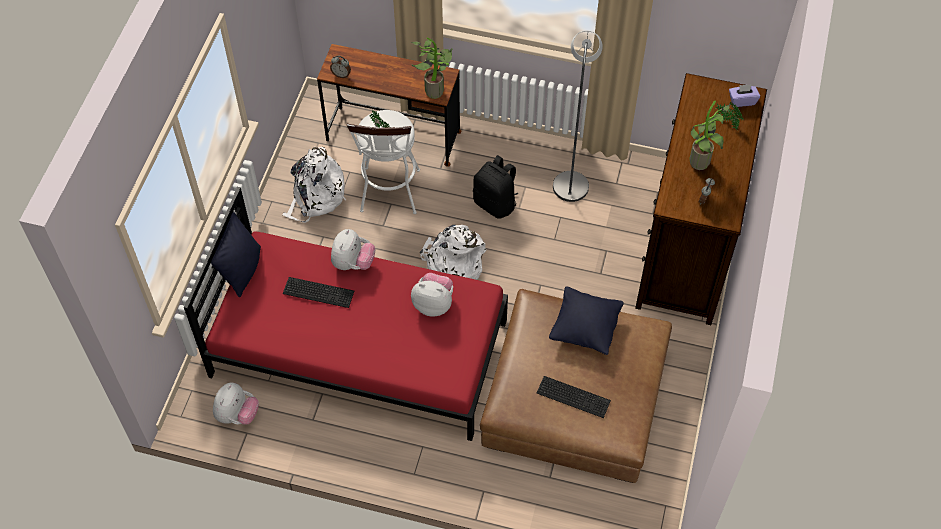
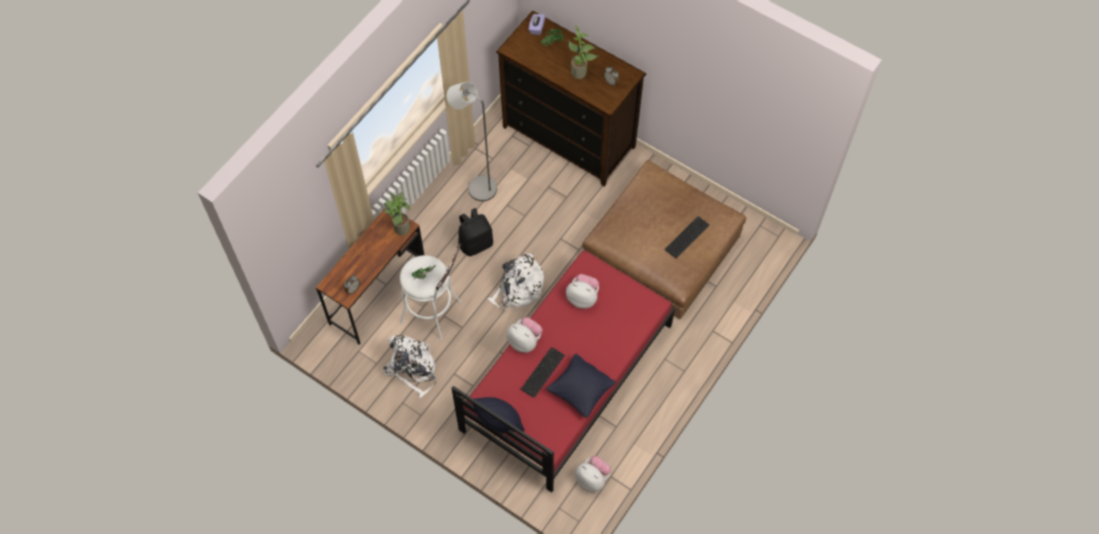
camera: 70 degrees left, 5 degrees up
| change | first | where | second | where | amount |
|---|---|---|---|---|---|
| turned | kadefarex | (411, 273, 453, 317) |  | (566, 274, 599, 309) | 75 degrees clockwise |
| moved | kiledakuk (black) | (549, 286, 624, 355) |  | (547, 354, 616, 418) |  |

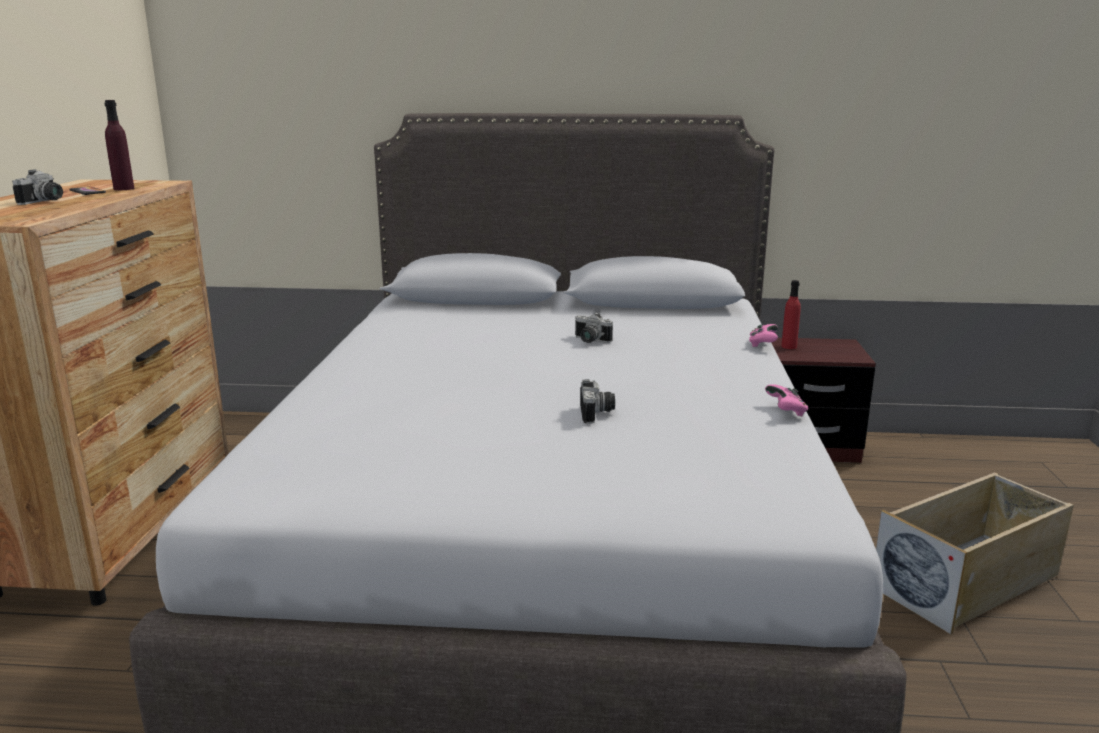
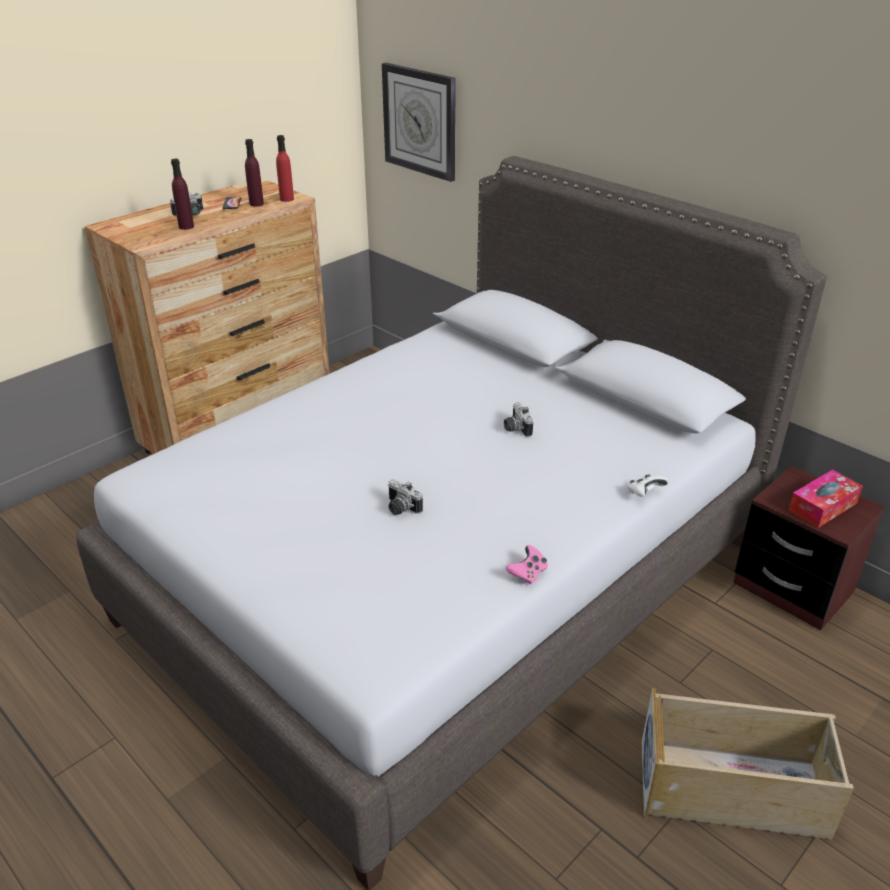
camera: 40 degrees right, 15 degrees up
| change | first | where | second | where | amount |
|---|---|---|---|---|---|
| moved | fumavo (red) | (781, 280, 801, 349) |  | (276, 135, 294, 202) |  |
| recoloured | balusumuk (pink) | (749, 324, 778, 347) | balusumuk (white) | (627, 474, 669, 497) |  |
| turned | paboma | (580, 379, 615, 424) |  | (388, 479, 423, 515) | 90 degrees clockwise |
| added |  |  | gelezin | (382, 63, 456, 182) |  |
| added |  |  | fumavo (purple) | (171, 159, 194, 230) |  |
| added |  |  | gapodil | (789, 470, 863, 528) |  |

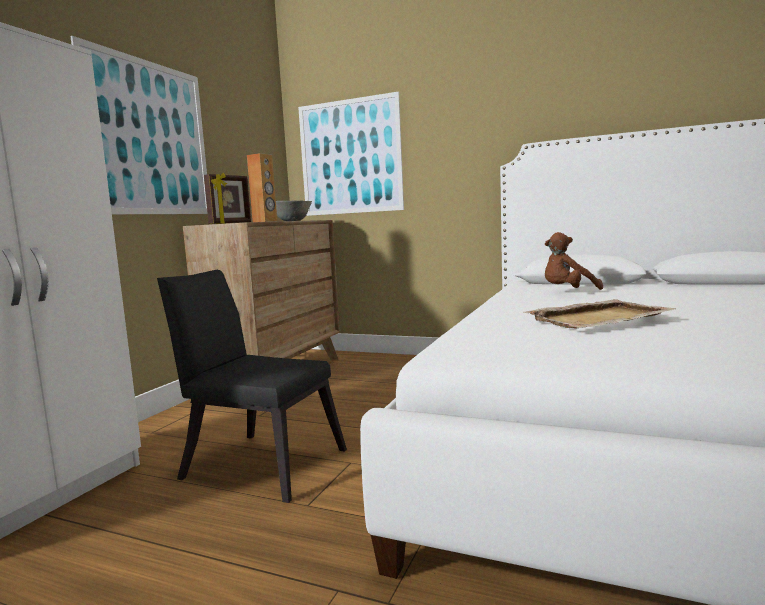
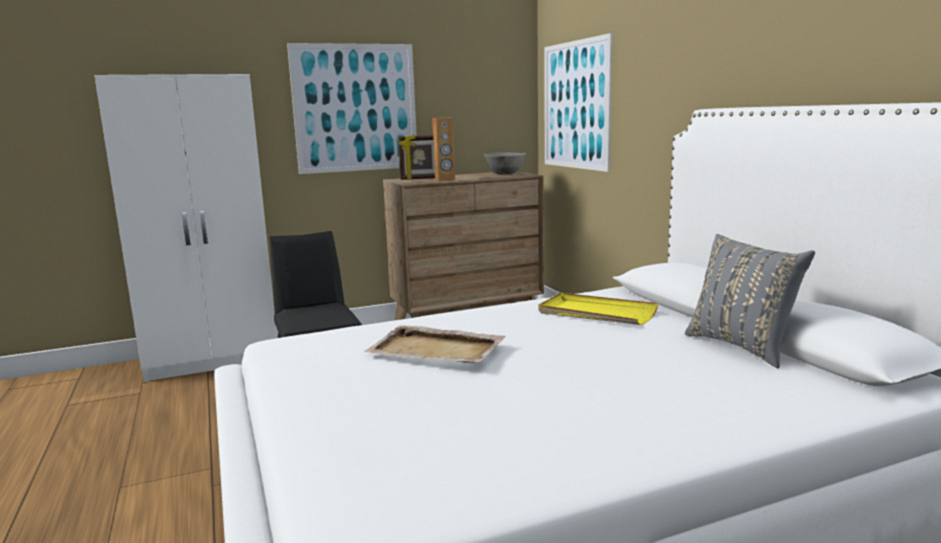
camera: 45 degrees right, 5 degrees up
| change | first | where | second | where | amount |
|---|---|---|---|---|---|
| replaced | kadefarex (brown) | (545, 232, 603, 290) | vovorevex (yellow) | (539, 293, 659, 325) |  |
| added |  |  | kiledakuk (grey) | (685, 234, 815, 368) |  |

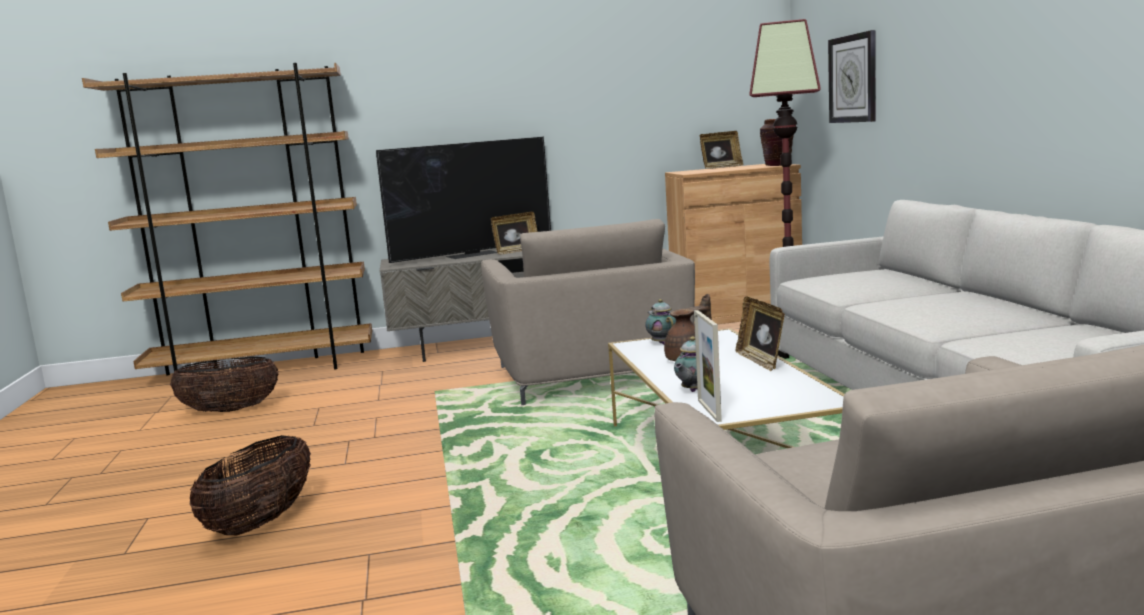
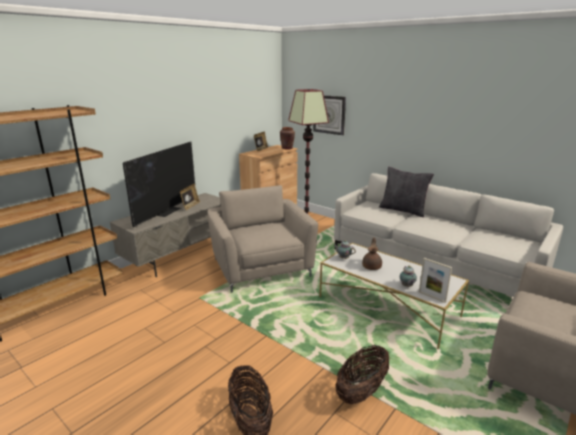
camera: 40 degrees left, 10 degrees up
| change | first | where | second | where | amount |
|---|---|---|---|---|---|
| turned | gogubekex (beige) | (481, 219, 695, 405) |  | (207, 185, 318, 293) | 150 degrees counterclockwise |
| removed | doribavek | (736, 296, 785, 371) |  |  |  |
| moved | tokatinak | (170, 356, 278, 412) |  | (335, 345, 389, 404) |  |
| added |  |  | kiledakuk (black) | (379, 167, 434, 217) |  |

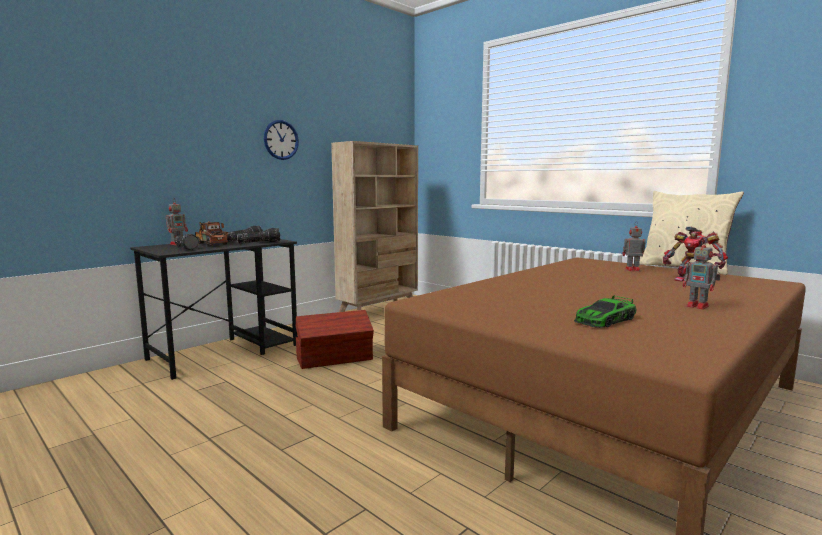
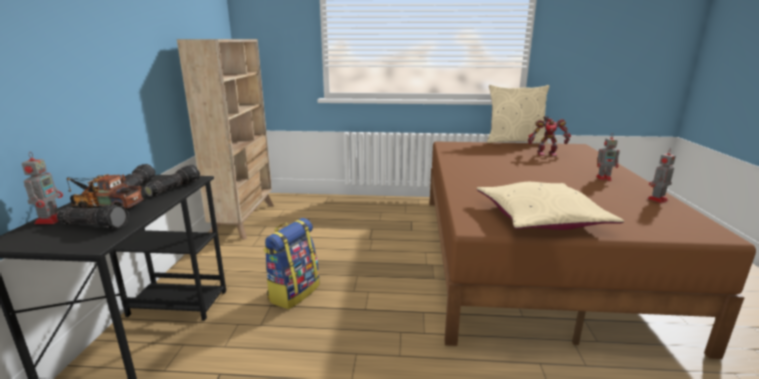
camera: 40 degrees left, 10 degrees up
| change | first | where | second | where | amount |
|---|---|---|---|---|---|
| removed | gelezin | (264, 120, 299, 160) |  |  |  |
| moved | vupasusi | (622, 222, 646, 271) |  | (647, 148, 676, 203) |  |
| removed | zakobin | (574, 295, 636, 328) |  |  |  |
| replaced | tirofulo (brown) | (295, 310, 374, 369) | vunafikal | (263, 218, 320, 309) |  |
| added |  |  | kiledakuk (beige) | (477, 182, 624, 230) |  |

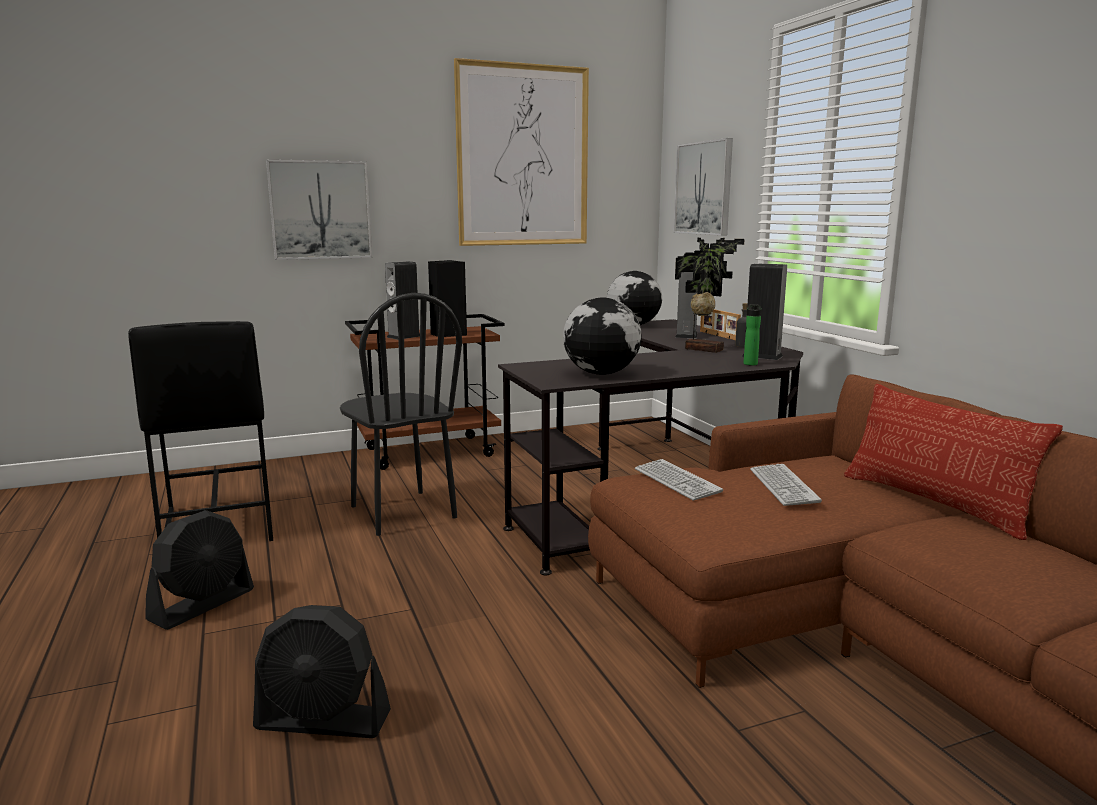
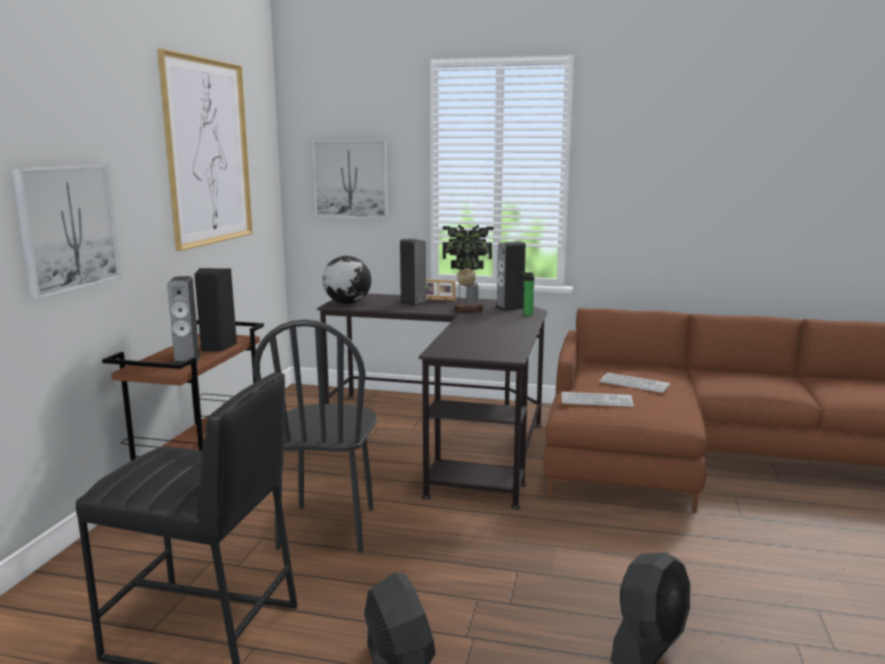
camera: 55 degrees left, 0 degrees up
| change | first | where | second | where | amount |
|---|---|---|---|---|---|
| turned | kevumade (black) | (340, 293, 462, 536) |  | (253, 320, 377, 553) | 90 degrees clockwise |
| removed | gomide | (563, 297, 642, 375) |  |  |  |
| removed | kiledakuk | (844, 384, 1063, 540) |  |  |  |

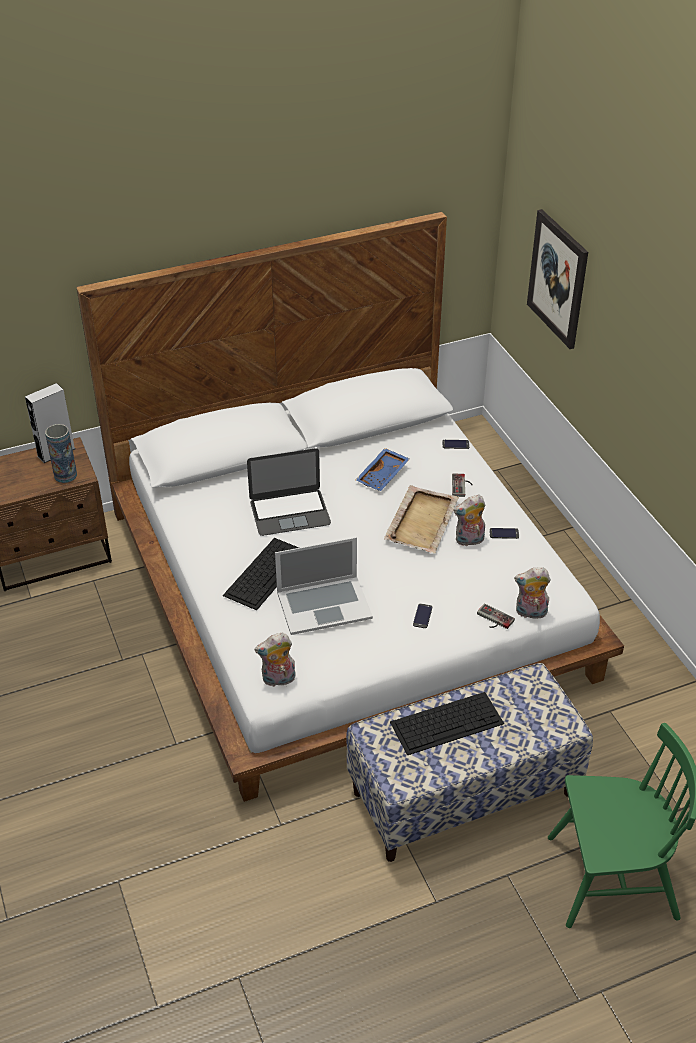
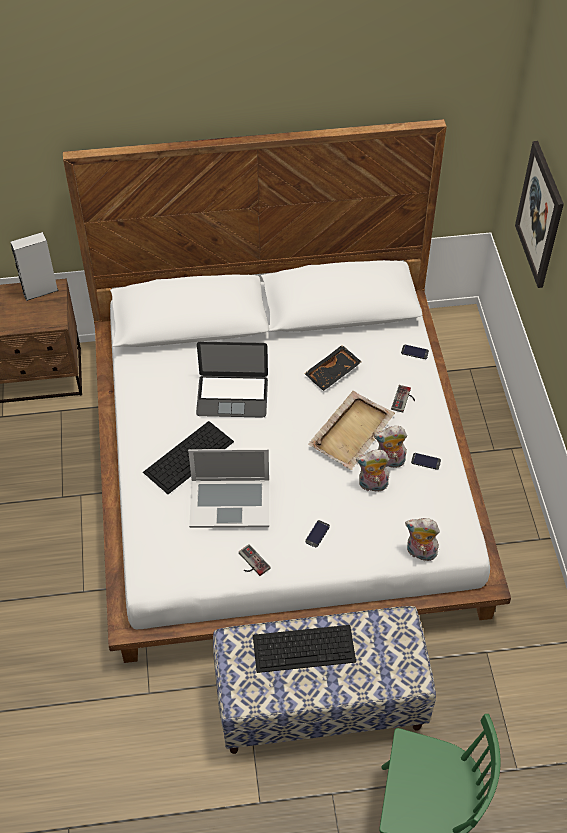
camera: 15 degrees right, 10 degrees up
| change | first | where | second | where | amount |
|---|---|---|---|---|---|
| removed | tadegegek | (45, 424, 77, 483) |  |  |  |
| recoloured | vovorevex (blue) | (356, 448, 409, 491) | vovorevex (black) | (304, 345, 361, 391) |  |
| moved | balusumuk | (477, 603, 515, 629) |  | (239, 544, 271, 576) |  |
| moved | kadefarex | (254, 633, 296, 687) |  | (356, 450, 390, 492) |  |

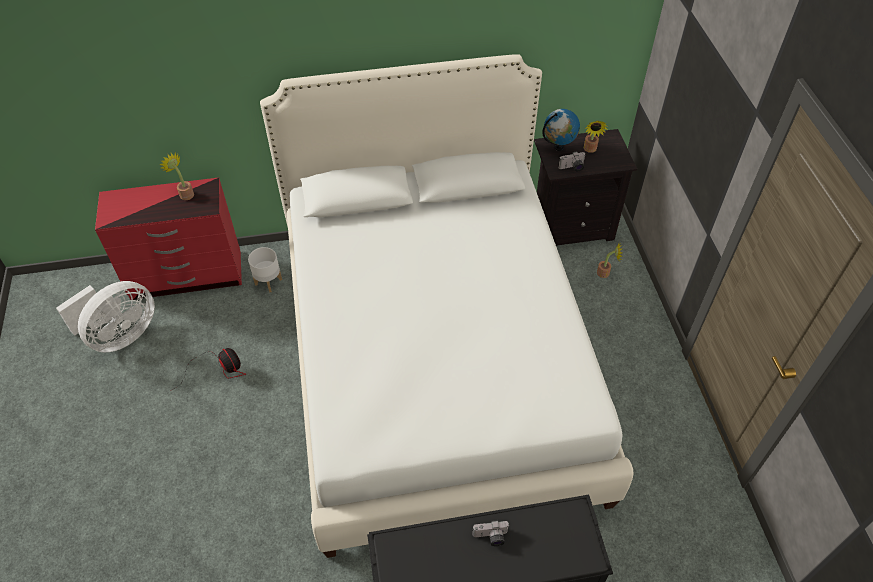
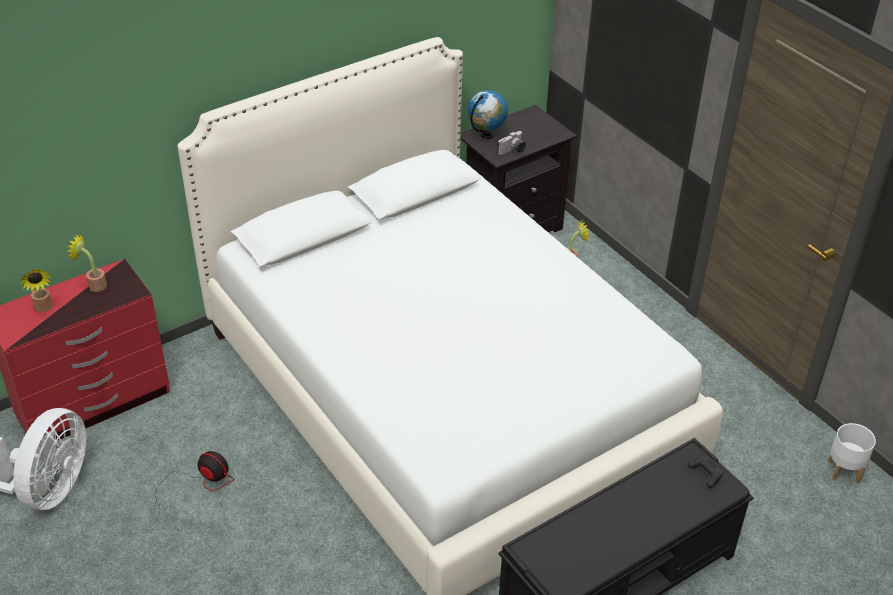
camera: 25 degrees left, 10 degrees down
| change | first | where | second | where | amount |
|---|---|---|---|---|---|
| moved | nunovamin | (584, 121, 608, 153) |  | (20, 269, 53, 312) |  |
| moved | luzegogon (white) | (248, 247, 282, 293) |  | (828, 423, 876, 483) |  |
| removed | paboma | (472, 520, 510, 546) |  |  |  |
| added |  |  | balusumuk (black) | (688, 455, 723, 488) |  |

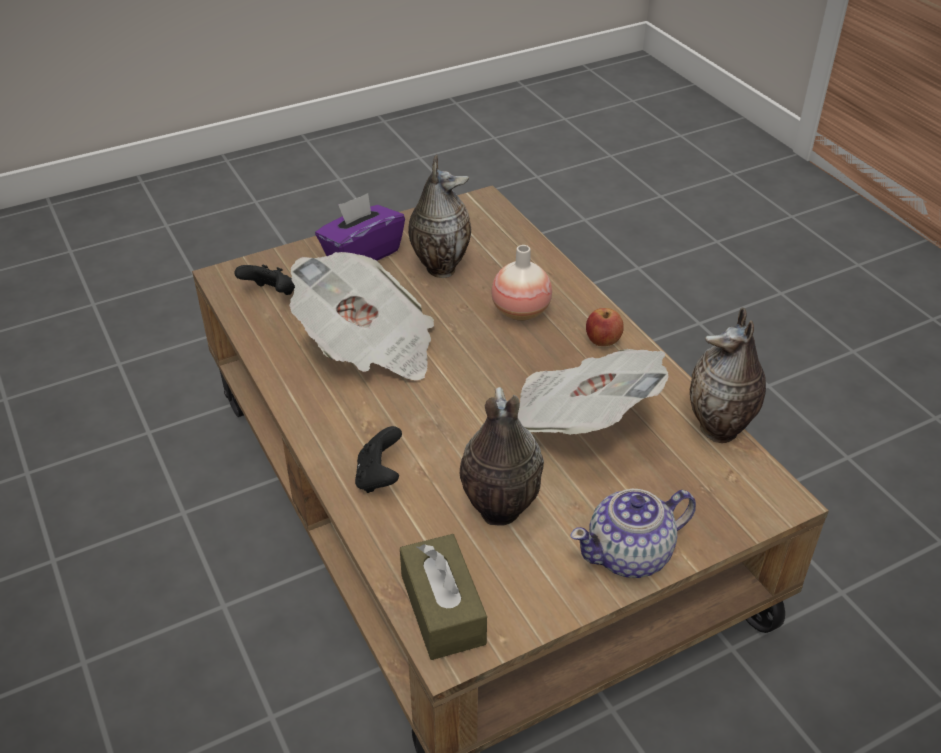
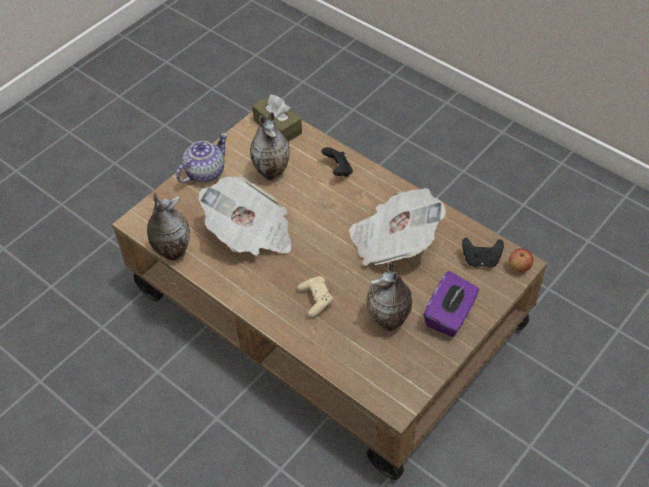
camera: 160 degrees right, 10 degrees up
| change | first | where | second | where | amount |
|---|---|---|---|---|---|
| replaced | tadegegek | (491, 245, 552, 321) | balusumuk (beige) | (297, 276, 334, 318) |  |
| moved | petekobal | (586, 308, 624, 346) |  | (508, 248, 533, 273) |  |

